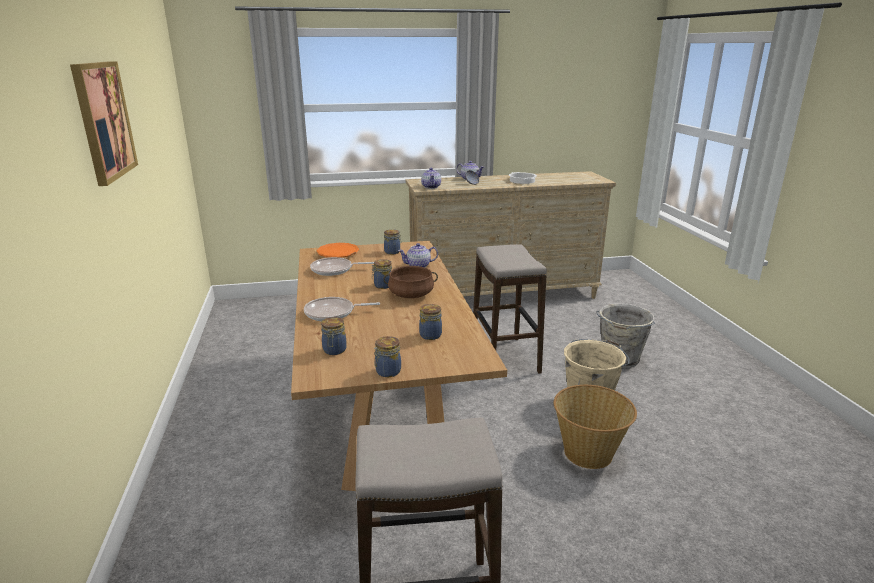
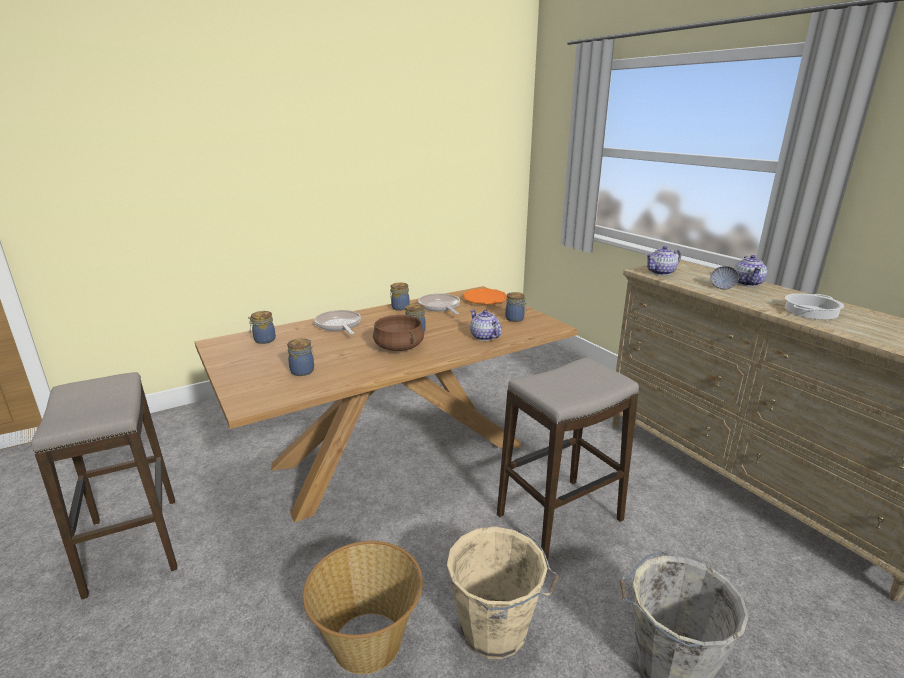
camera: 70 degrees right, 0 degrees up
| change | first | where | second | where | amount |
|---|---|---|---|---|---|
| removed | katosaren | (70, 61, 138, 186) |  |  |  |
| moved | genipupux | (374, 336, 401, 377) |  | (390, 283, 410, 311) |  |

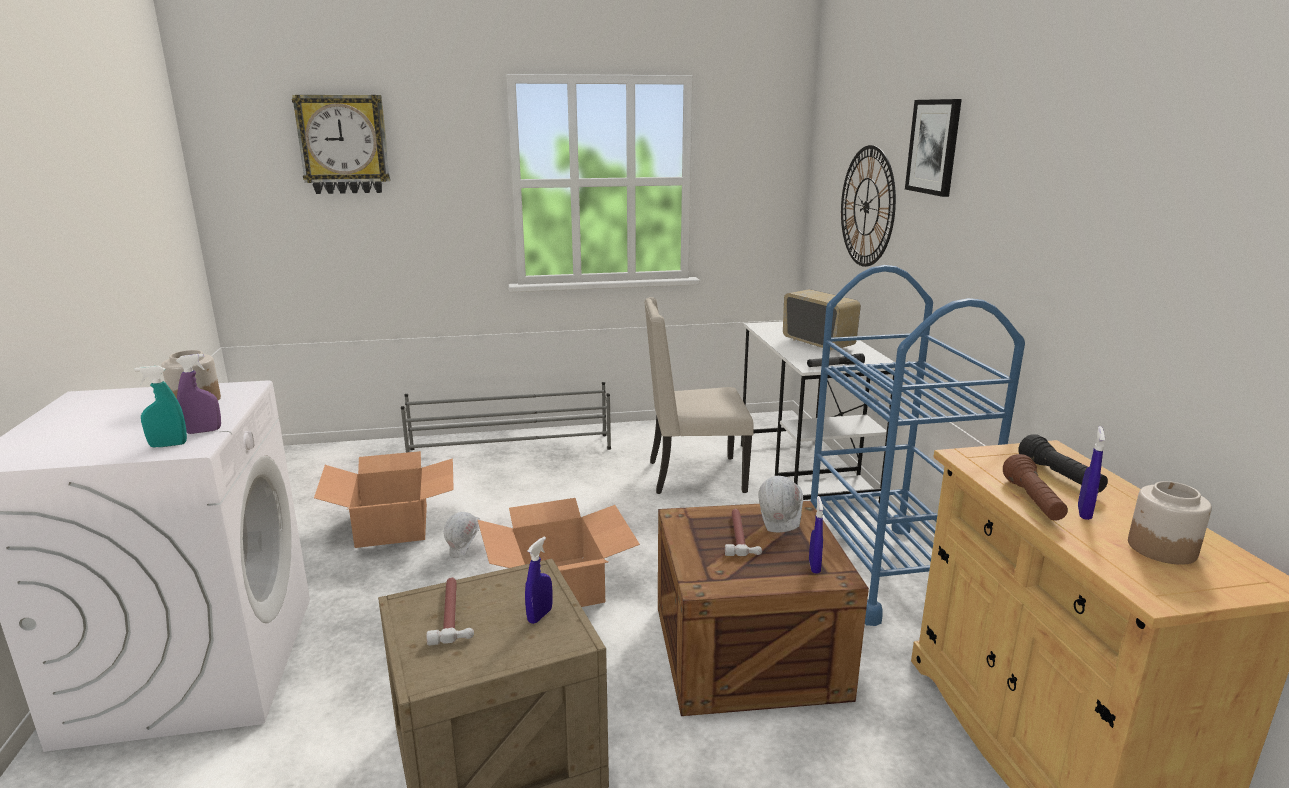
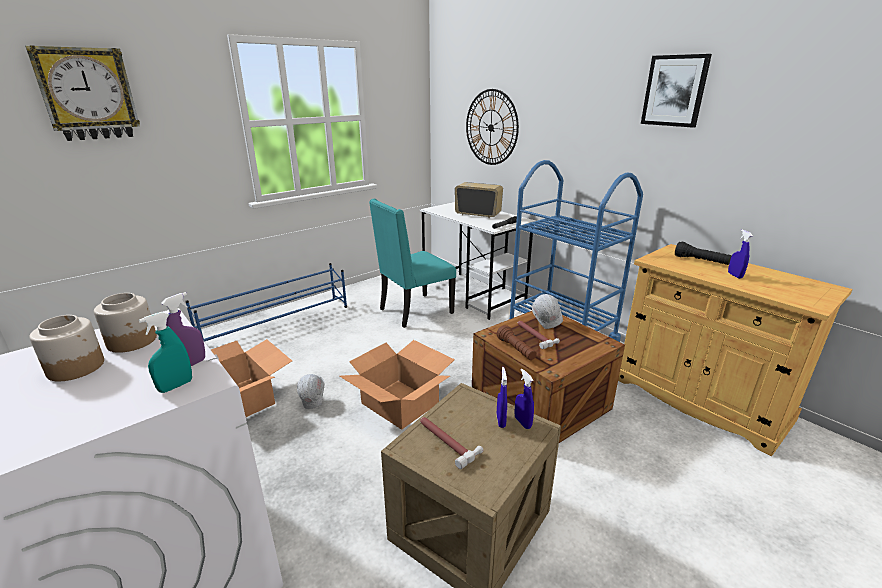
camera: 30 degrees left, 5 degrees up
| change | first | where | second | where | amount |
|---|---|---|---|---|---|
| moved | katosaren | (905, 99, 962, 197) |  | (641, 54, 712, 128) |  |
| recoloured | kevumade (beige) | (644, 297, 754, 494) | kevumade (turquoise) | (369, 199, 456, 328) |  |
| recoloured | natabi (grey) | (401, 382, 611, 453) | natabi (blue) | (185, 263, 347, 342) |  |
| moved | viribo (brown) | (1003, 454, 1068, 521) |  | (497, 325, 537, 360) |  |
| moved | genipupux | (1128, 481, 1212, 565) |  | (29, 315, 104, 381) |  |
| moved | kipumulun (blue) | (809, 496, 823, 573) |  | (514, 369, 534, 429) |  |

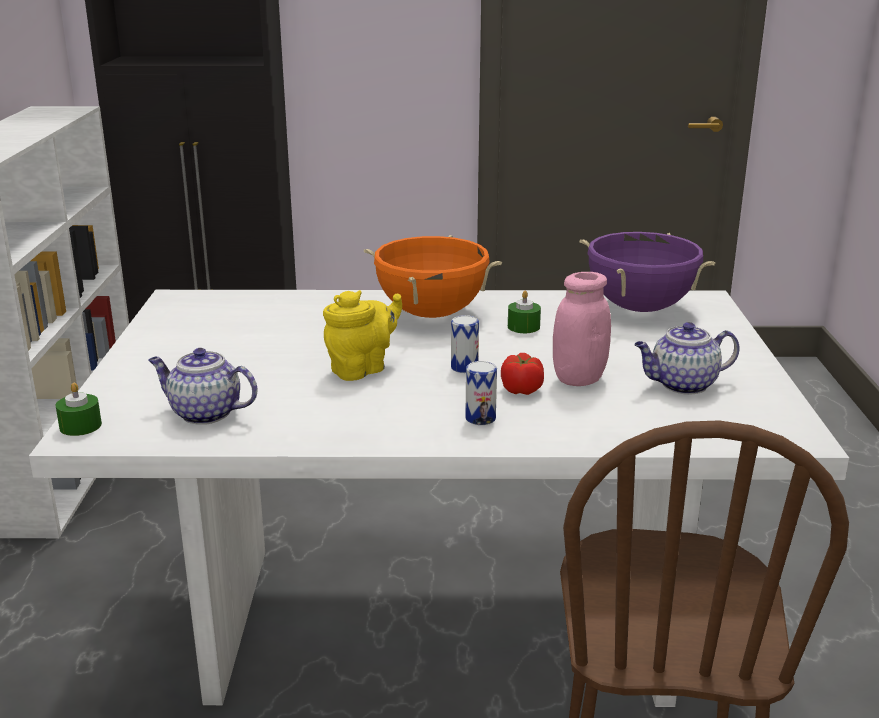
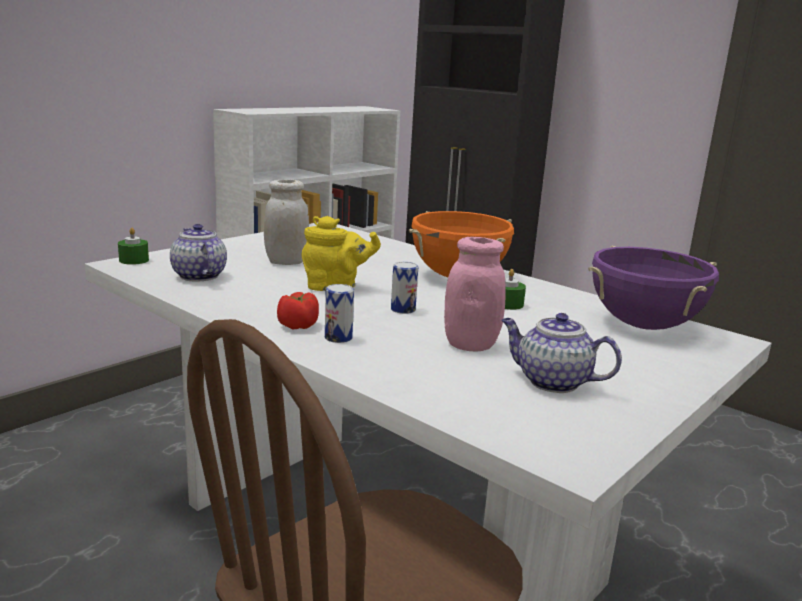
camera: 40 degrees right, 5 degrees down
| change | first | where | second | where | amount |
|---|---|---|---|---|---|
| moved | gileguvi | (501, 353, 544, 395) |  | (277, 292, 319, 330) |  |
| added |  |  | genipupux (white) | (264, 180, 309, 265) |  |

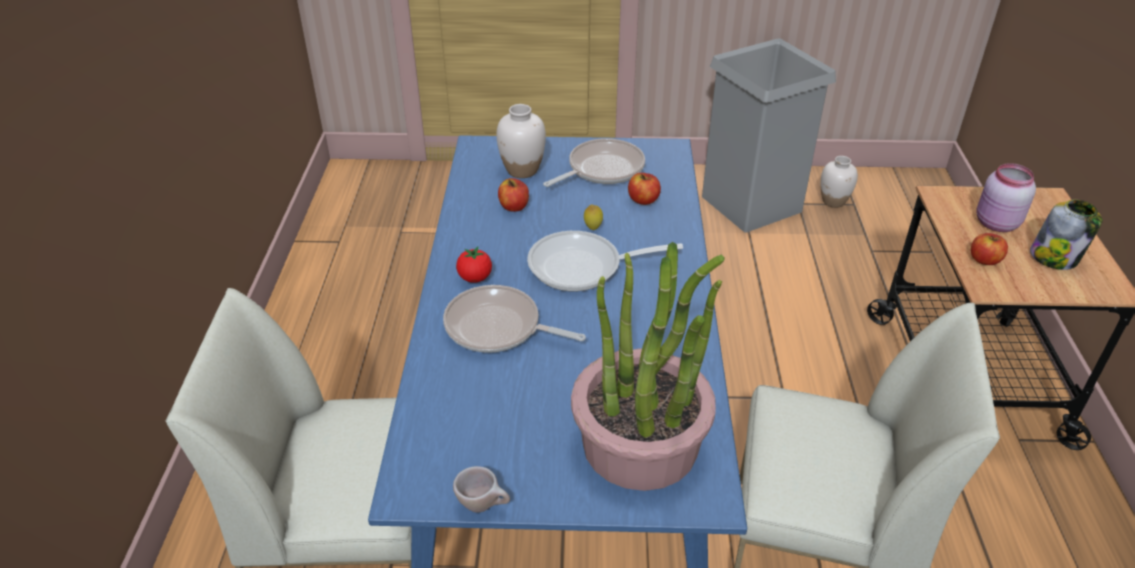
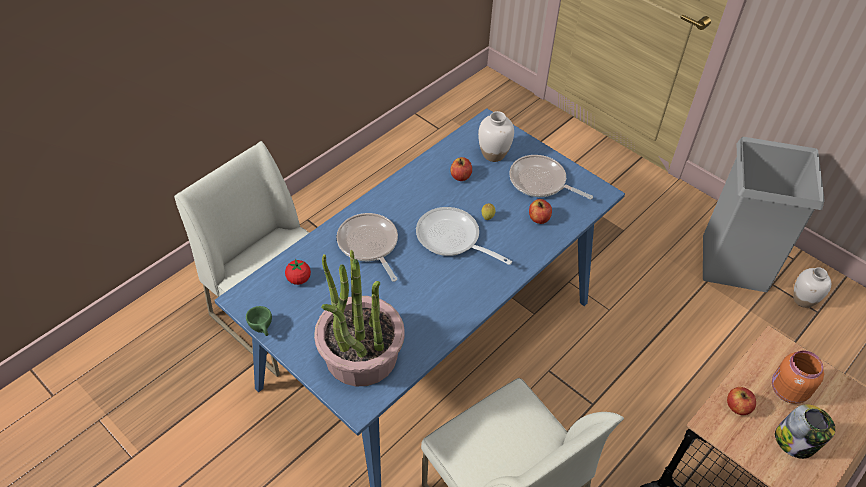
camera: 40 degrees right, 10 degrees up
| change | first | where | second | where | amount |
|---|---|---|---|---|---|
| turned | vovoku | (543, 138, 645, 187) |  | (510, 155, 593, 199) | 150 degrees counterclockwise |
| recoloured | genipupux (pink) | (976, 163, 1036, 232) | genipupux (orange) | (772, 350, 824, 404) |  |
| moved | gileguvi | (456, 247, 492, 283) |  | (285, 259, 311, 285) |  |
| recoloured | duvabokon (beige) | (453, 466, 510, 513) | duvabokon (green) | (246, 306, 272, 336) |  |

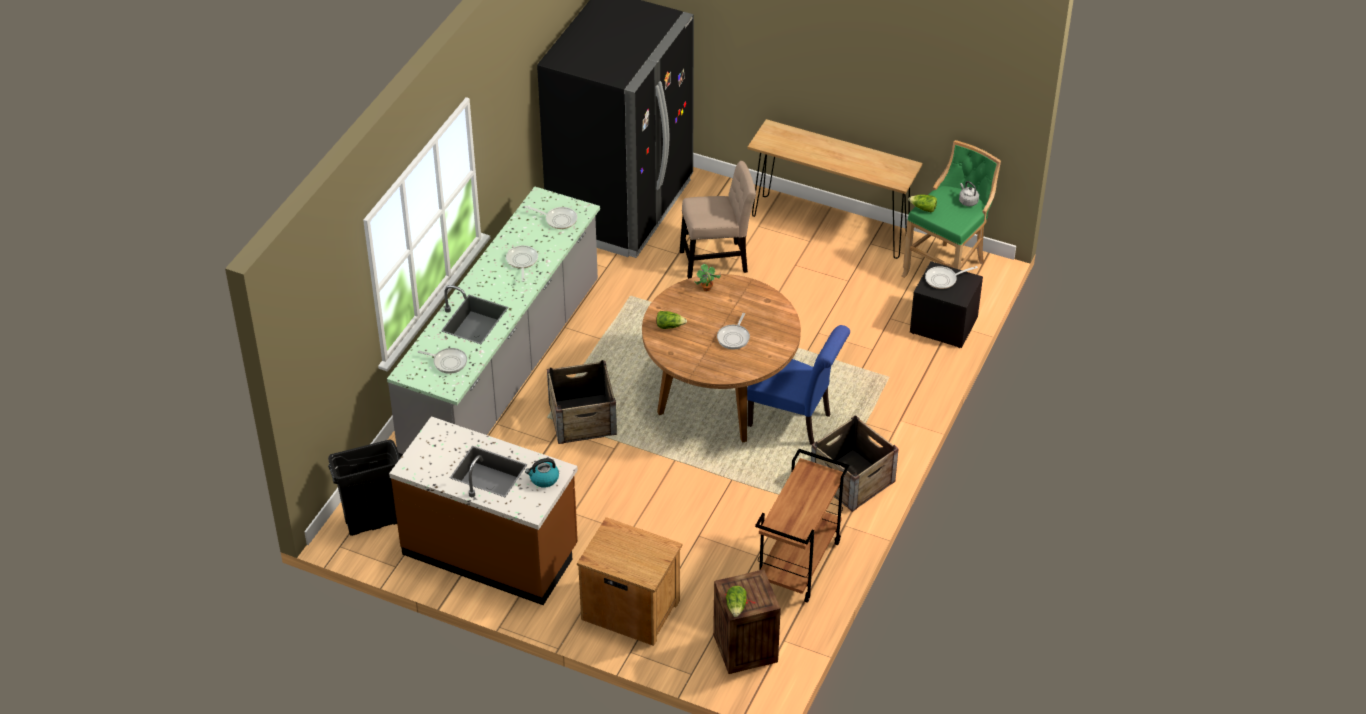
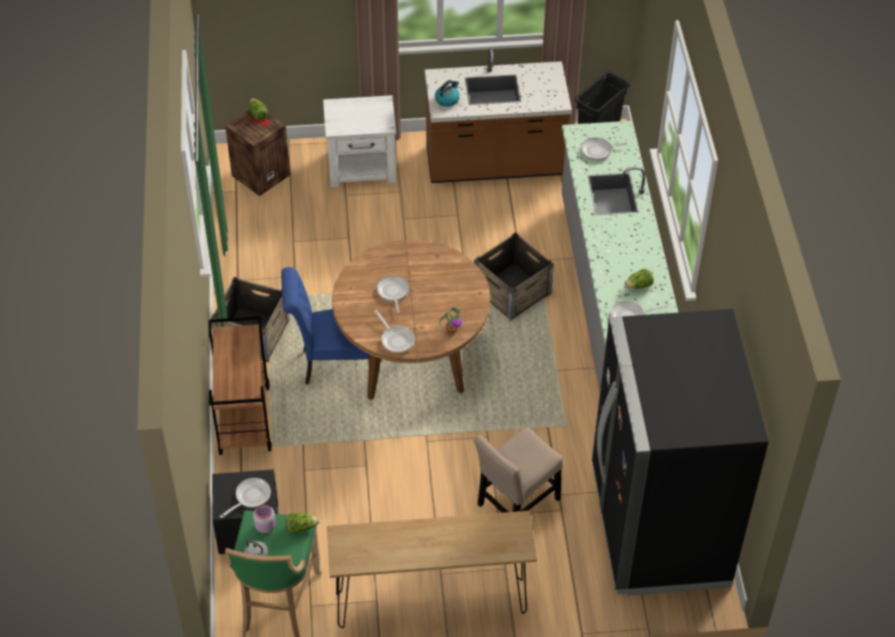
camera: 150 degrees right, 5 degrees up
| change | first | where | second | where | amount |
|---|---|---|---|---|---|
| moved | vovoku | (506, 245, 538, 282) |  | (374, 310, 415, 353) |  |
| moved | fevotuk | (656, 311, 687, 329) |  | (624, 269, 654, 289) |  |
| moved | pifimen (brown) | (755, 449, 850, 603) |  | (209, 316, 272, 455) |  |
| recoloured | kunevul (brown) | (577, 517, 683, 646) | kunevul (white) | (323, 95, 396, 187) |  |
| added |  |  | genipupux (pink) | (253, 504, 276, 533) |  |

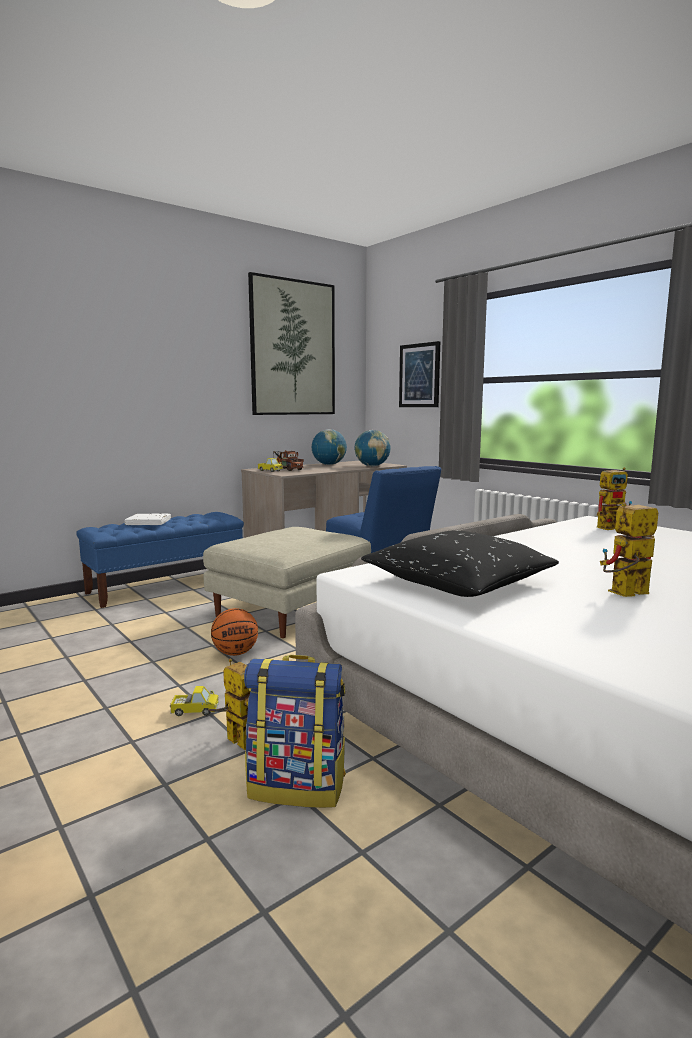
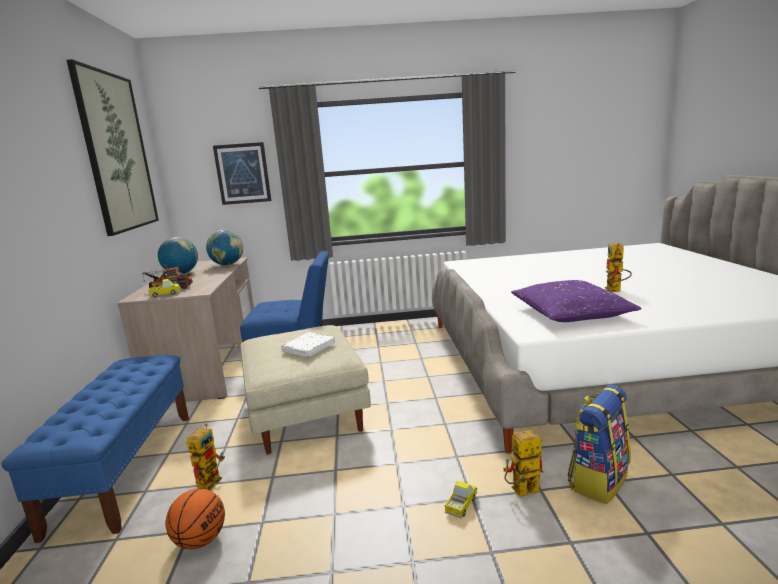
camera: 55 degrees left, 5 degrees up
| change | first | where | second | where | amount |
|---|---|---|---|---|---|
| moved | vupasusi | (597, 467, 632, 530) |  | (186, 423, 225, 491) |  |
| moved | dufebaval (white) | (125, 514, 171, 525) |  | (281, 332, 335, 357) |  |
| recoloured | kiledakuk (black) | (361, 530, 559, 597) | kiledakuk (purple) | (511, 280, 642, 322) |  |
| moved | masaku | (211, 608, 258, 656) |  | (165, 488, 225, 549) |  |

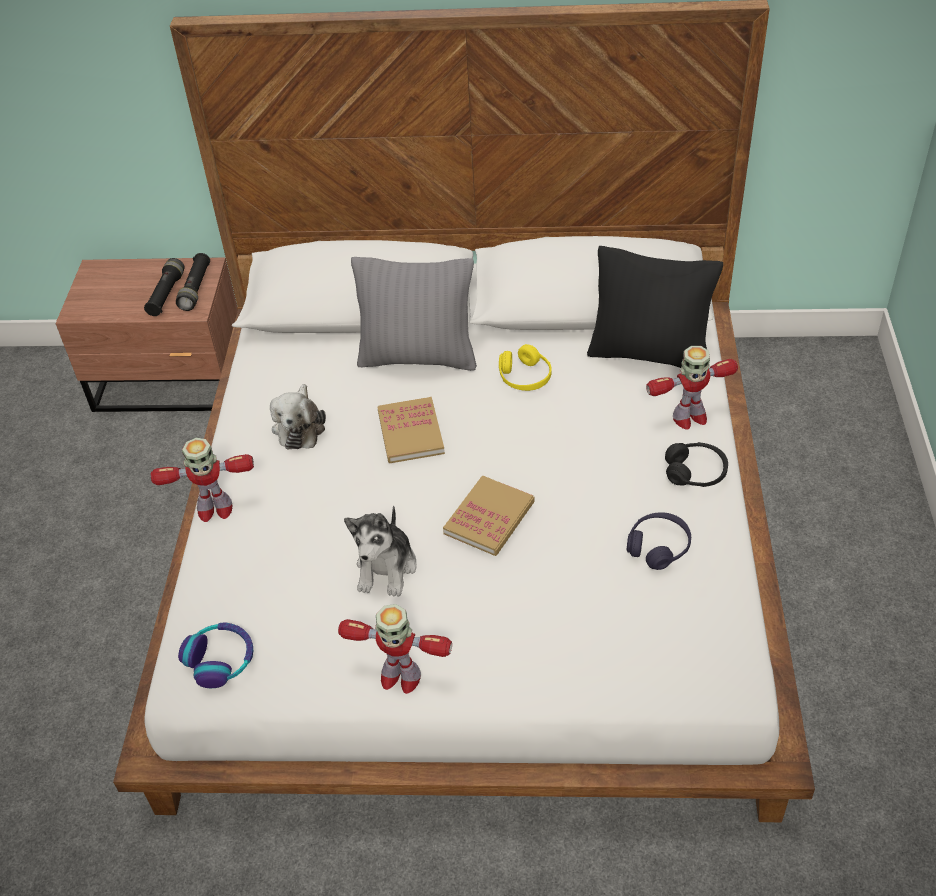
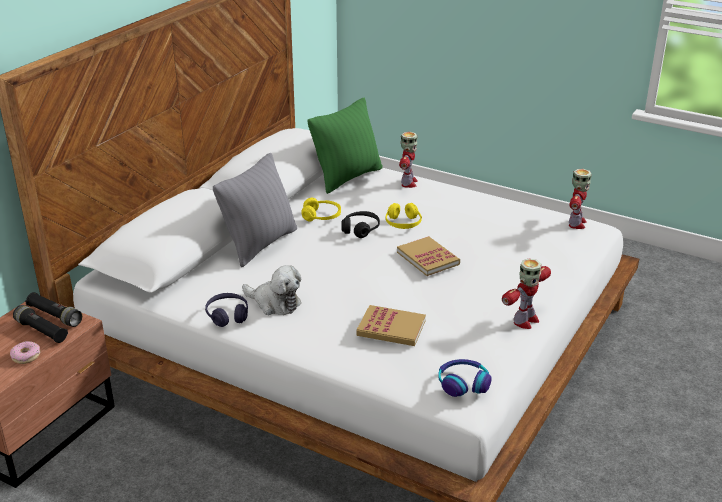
camera: 65 degrees left, 15 degrees down
| change | first | where | second | where | amount |
|---|---|---|---|---|---|
| recoloured | kiledakuk (black) | (587, 246, 723, 368) | kiledakuk (green) | (308, 98, 383, 194) |  |
| moved | dufebaval | (377, 397, 445, 463) |  | (356, 305, 426, 346) |  |
| moved | vupasusi | (151, 438, 254, 522) |  | (569, 169, 592, 229) |  |
| moved | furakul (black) | (665, 442, 728, 487) |  | (342, 211, 380, 238) |  |
| removed | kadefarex | (344, 505, 417, 597) |  |  |  |
| moved | furakul (purple) | (627, 512, 691, 570) |  | (205, 293, 248, 327) |  |
| added |  |  | furakul (yellow) | (386, 203, 422, 229) |  |
| added |  |  | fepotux | (10, 341, 40, 364) |  |

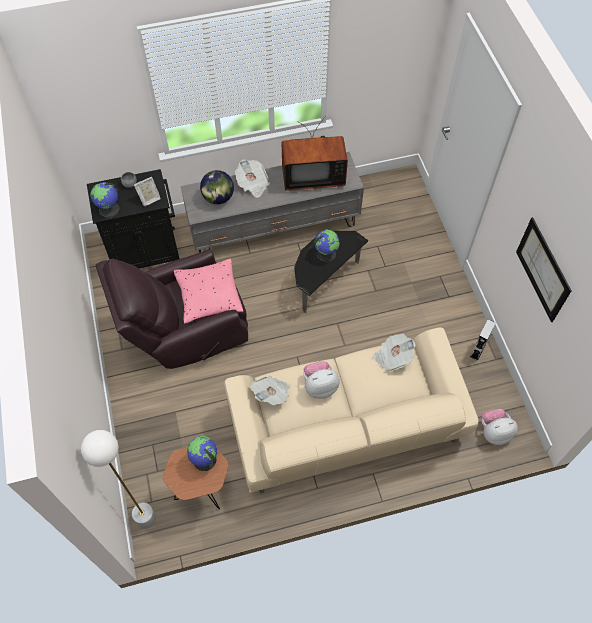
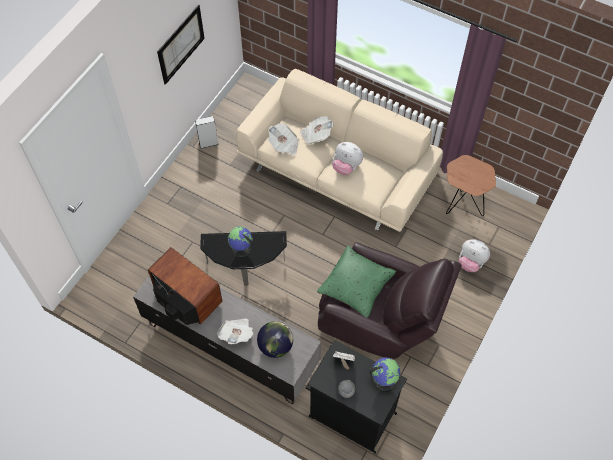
camera: 135 degrees left, 0 degrees up
| change | first | where | second | where | amount |
|---|---|---|---|---|---|
| recoloured | kiledakuk (pink) | (174, 259, 243, 323) | kiledakuk (green) | (317, 246, 396, 318) |  |
| moved | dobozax | (251, 375, 291, 405) |  | (300, 116, 334, 145) |  |
| moved | kadefarex | (481, 409, 518, 445) |  | (459, 239, 490, 272) |  |
| removed | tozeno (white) | (81, 430, 156, 529) |  |  |  |
| removed | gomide | (187, 436, 217, 471) |  |  |  |

